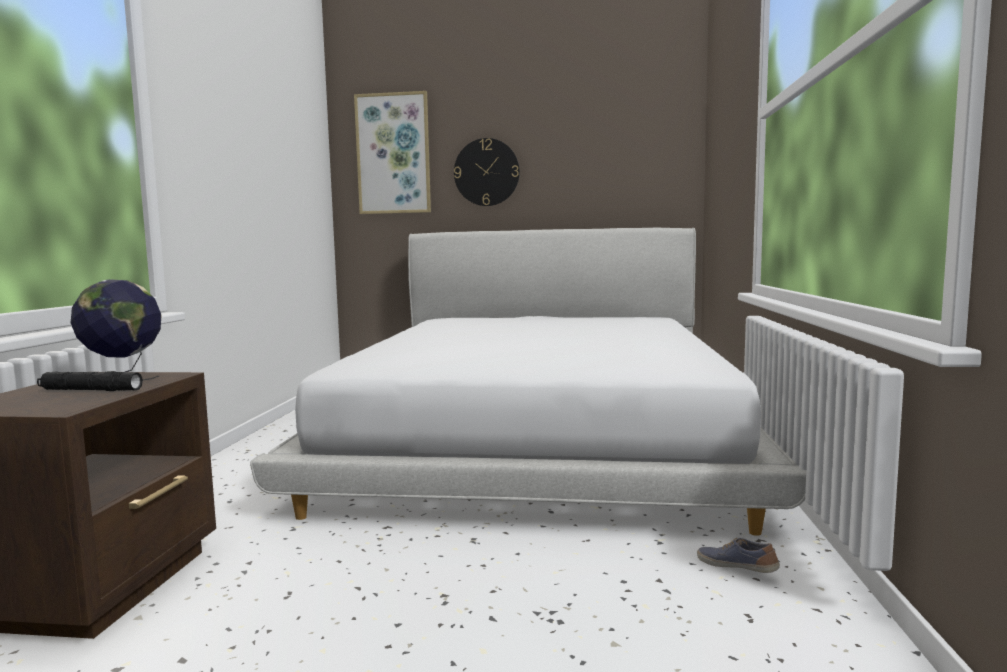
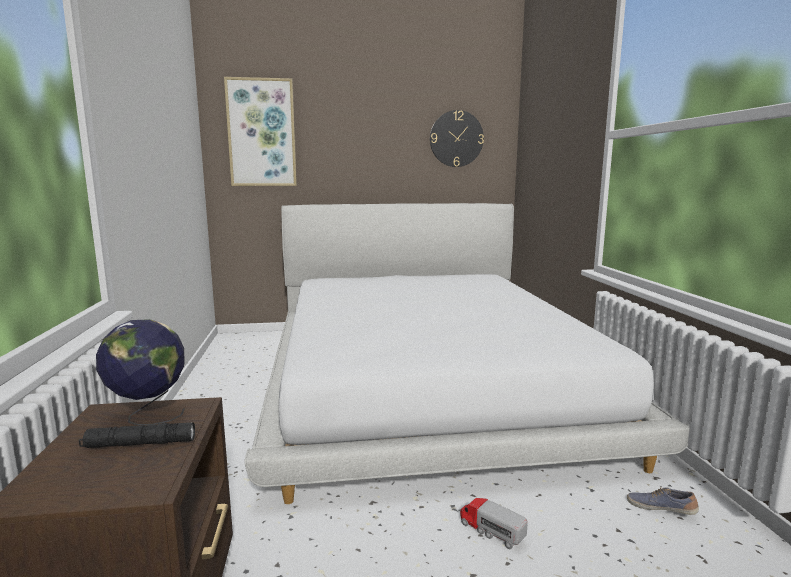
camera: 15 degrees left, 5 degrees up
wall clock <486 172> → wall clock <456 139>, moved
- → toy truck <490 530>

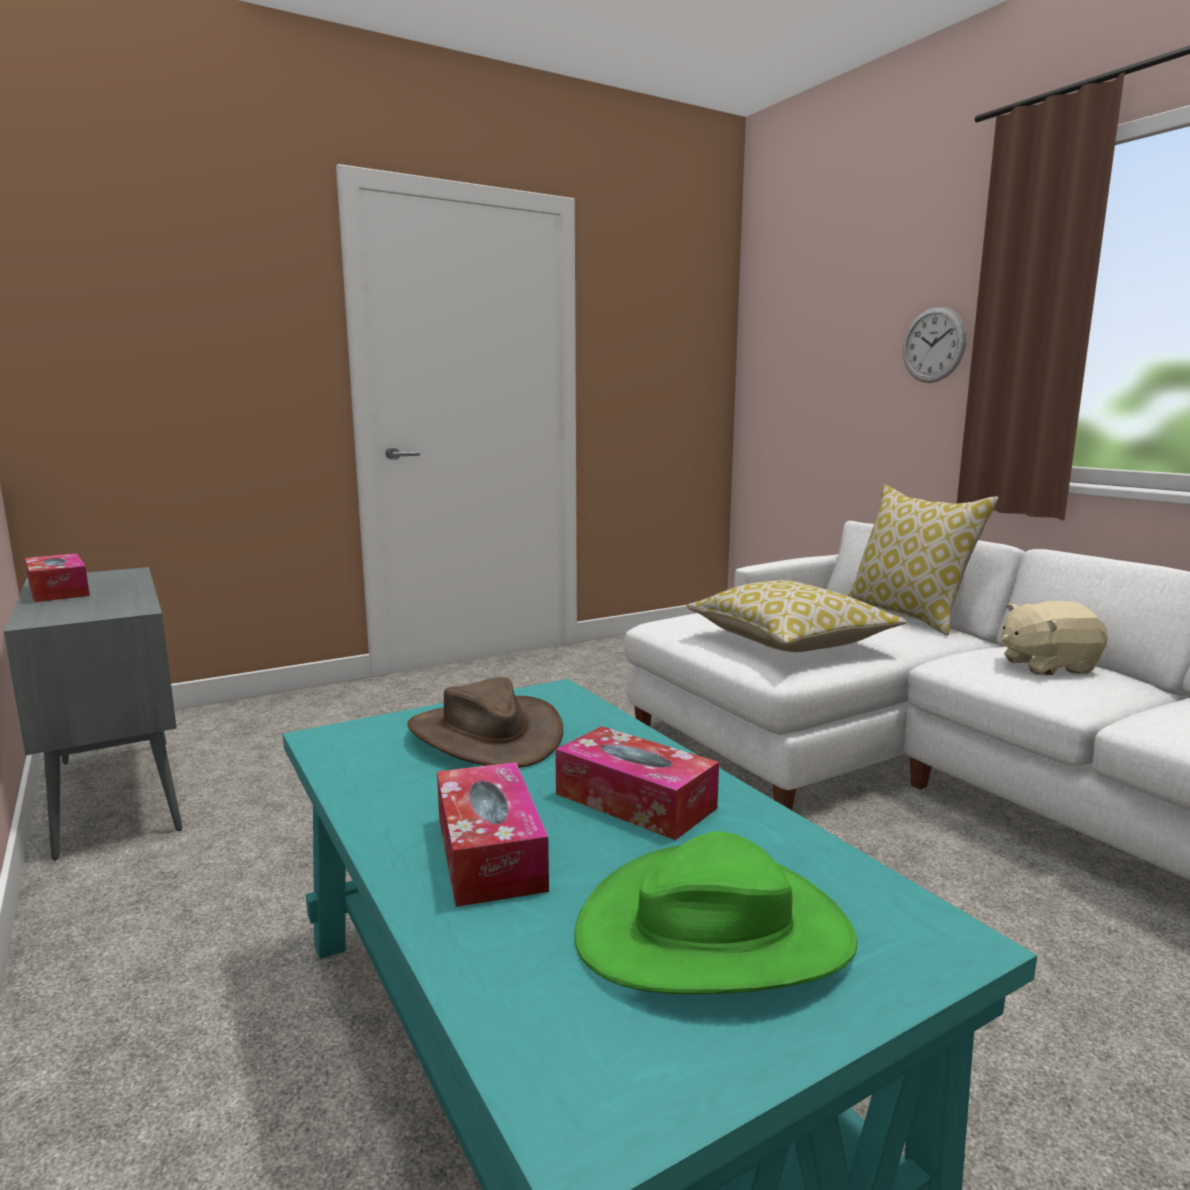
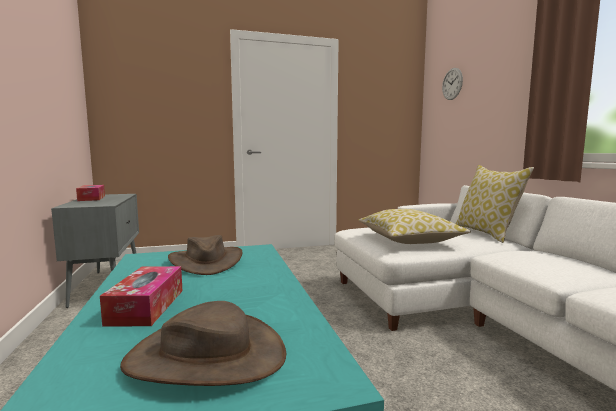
camera: 15 degrees right, 5 degrees down
tissue box <635 801> → -
green hat <714 932> → brown hat <206 356>
wall clock <933 345> → wall clock <452 84>, moved
beige plush toy <1046 666> → -

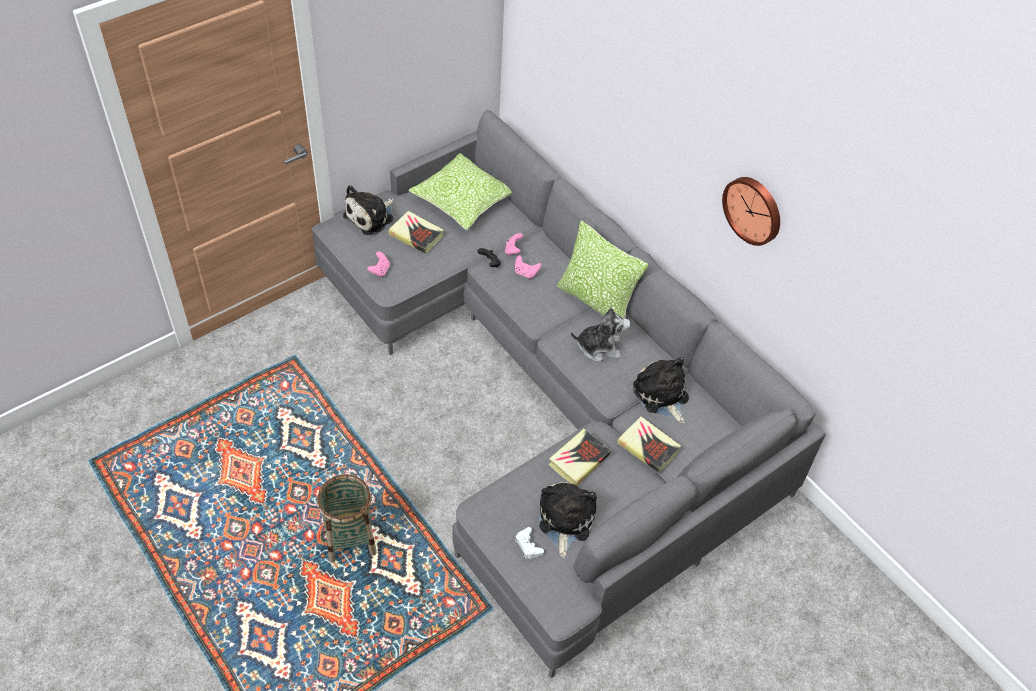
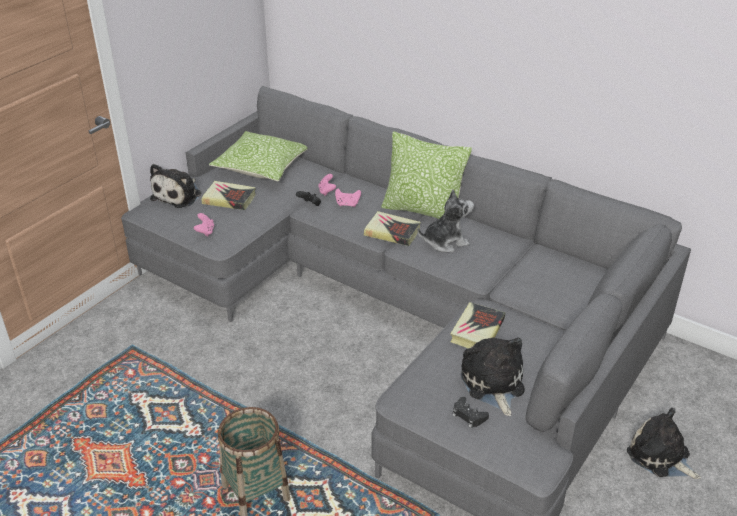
camera: 15 degrees left, 15 degrees down
white game controller <528 546> → black game controller <468 415>
book <648 447> → book <392 232>, moved
plush toy <661 396> → plush toy <660 456>, moved
wall clock <753 209> → -

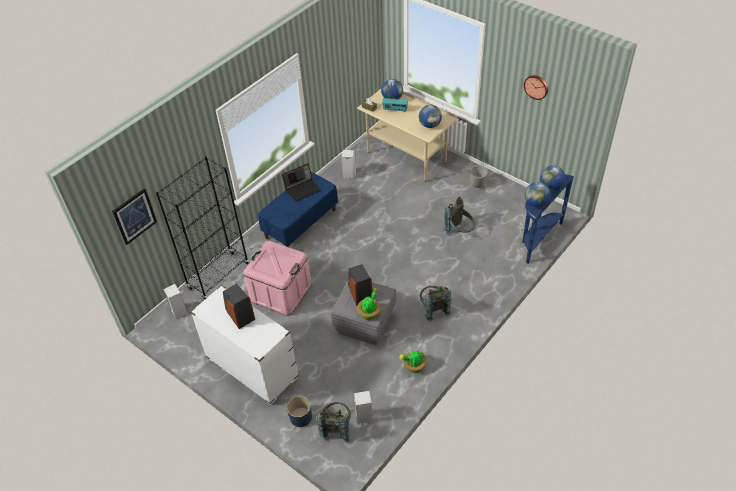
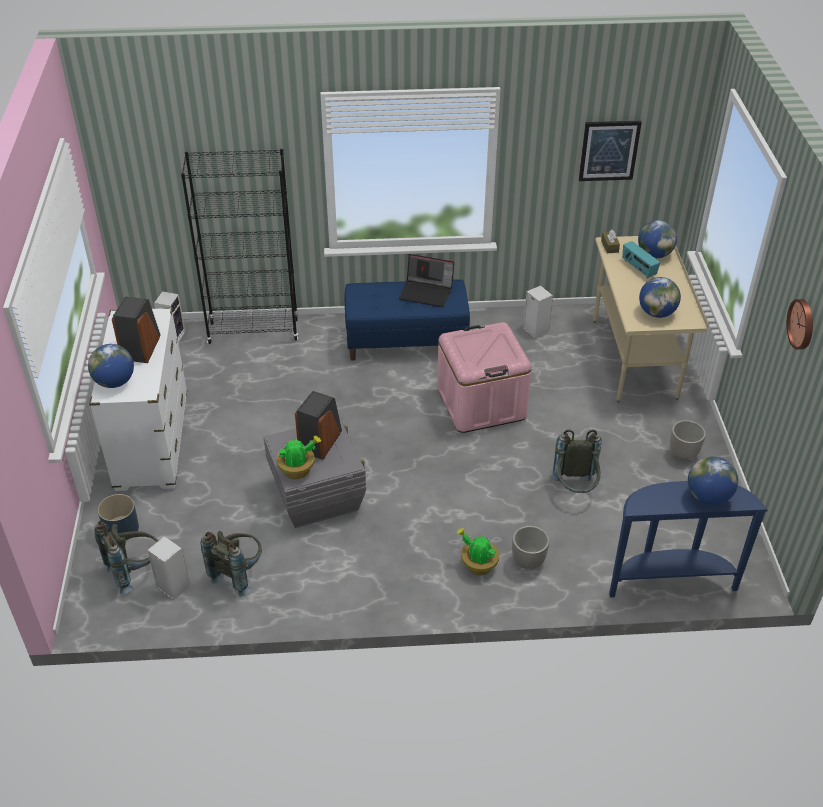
camera: 45 degrees right, 5 degrees down
picture <134 216> → picture <609 150>, moved
pink storage box <281 292> → pink storage box <481 403>, moved
potted plant <414 367> → potted plant <478 565>, moved
grey backpack <433 308> → grey backpack <238 573>, moved
globe <536 203> → globe <115 382>, moved
- → planter <528 561>

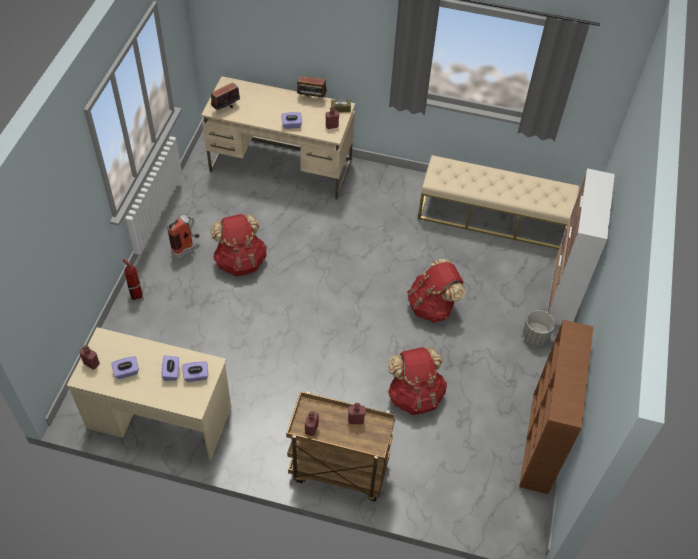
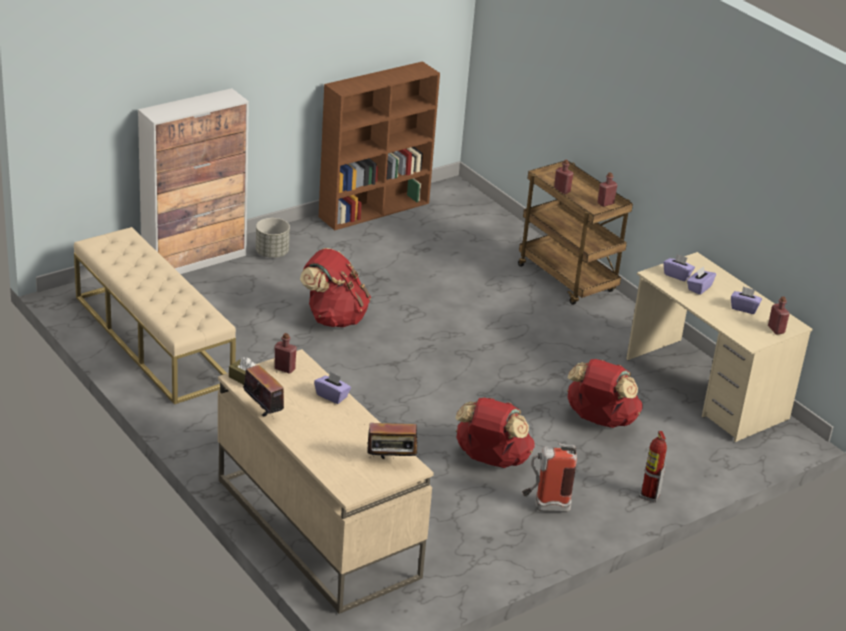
camera: 140 degrees left, 20 degrees down
red backpack <415 395> → red backpack <600 420>, moved

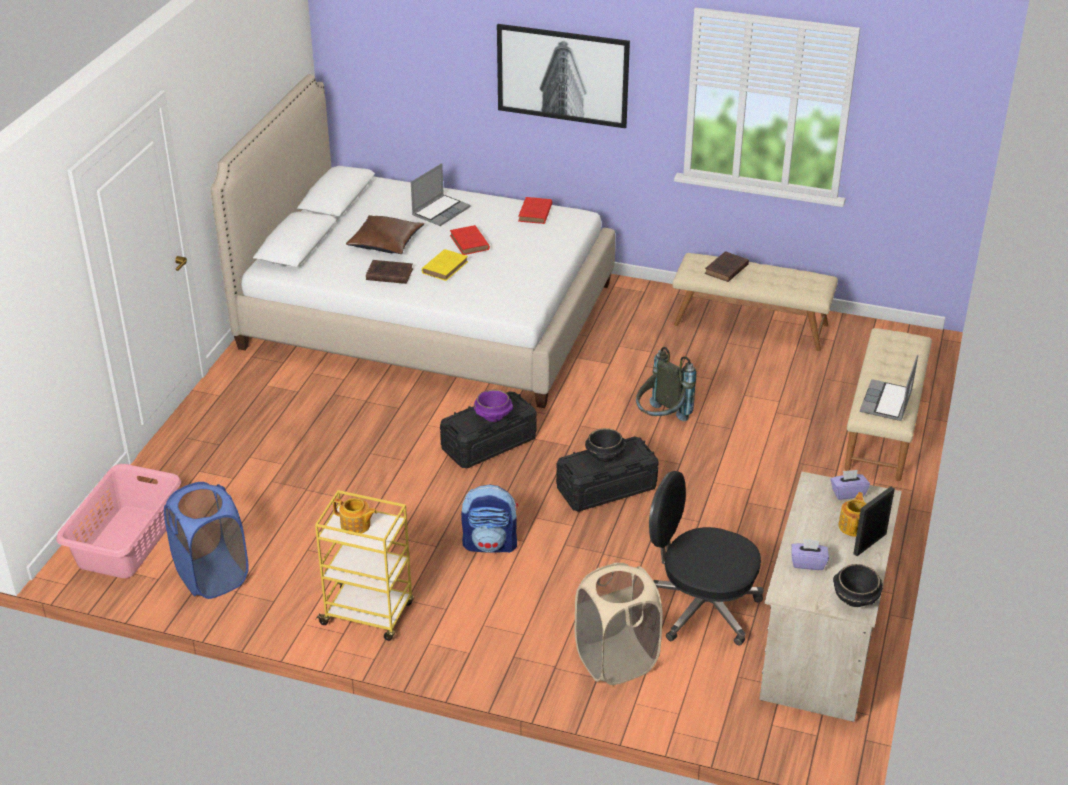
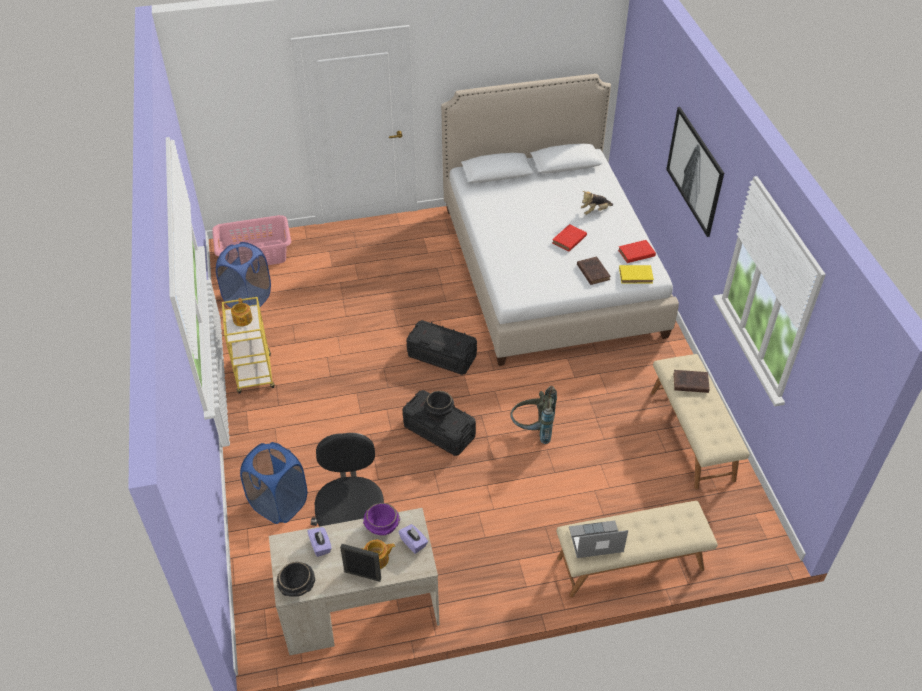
camera: 60 degrees right, 10 degrees up
brown pillow <386 242> → -
brown book <388 274> → brown book <592 272>, moved
laptop <440 211> → plush toy <595 211>
yellow book <445 267> → yellow book <636 276>, moved
backpack <490 544> → -
purple bowl <493 416> → purple bowl <382 526>, moved
beige laundry basket <616 660> → blue laundry basket <279 504>

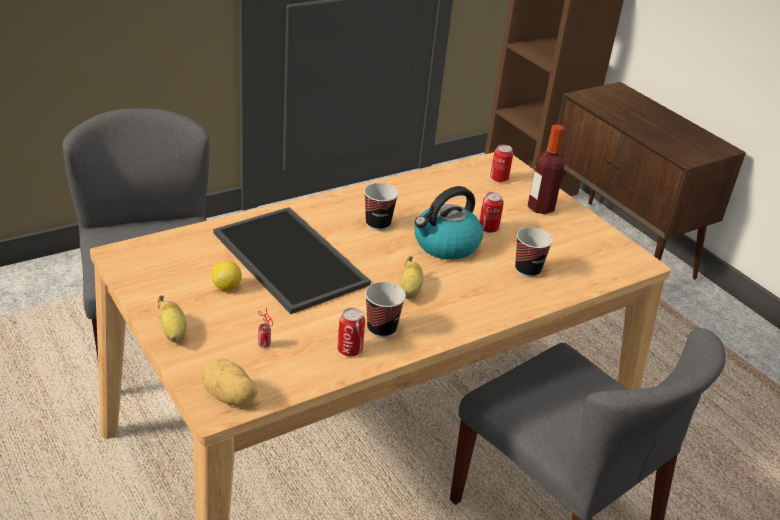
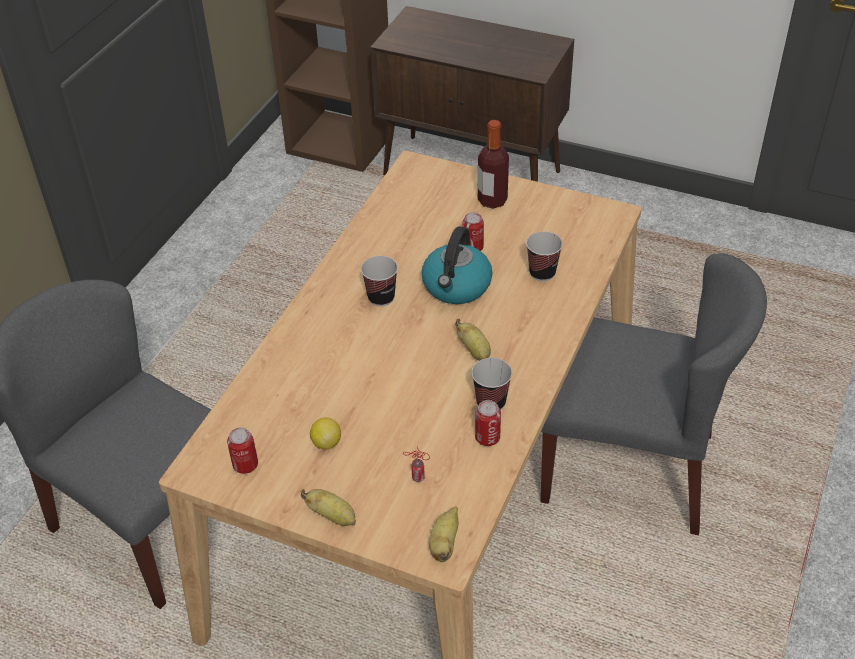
camera: 30 degrees left, 10 degrees up
potato <229 398> → banana <444 543>
tray <286 258> → -
can <499 178> → can <245 465>, moved

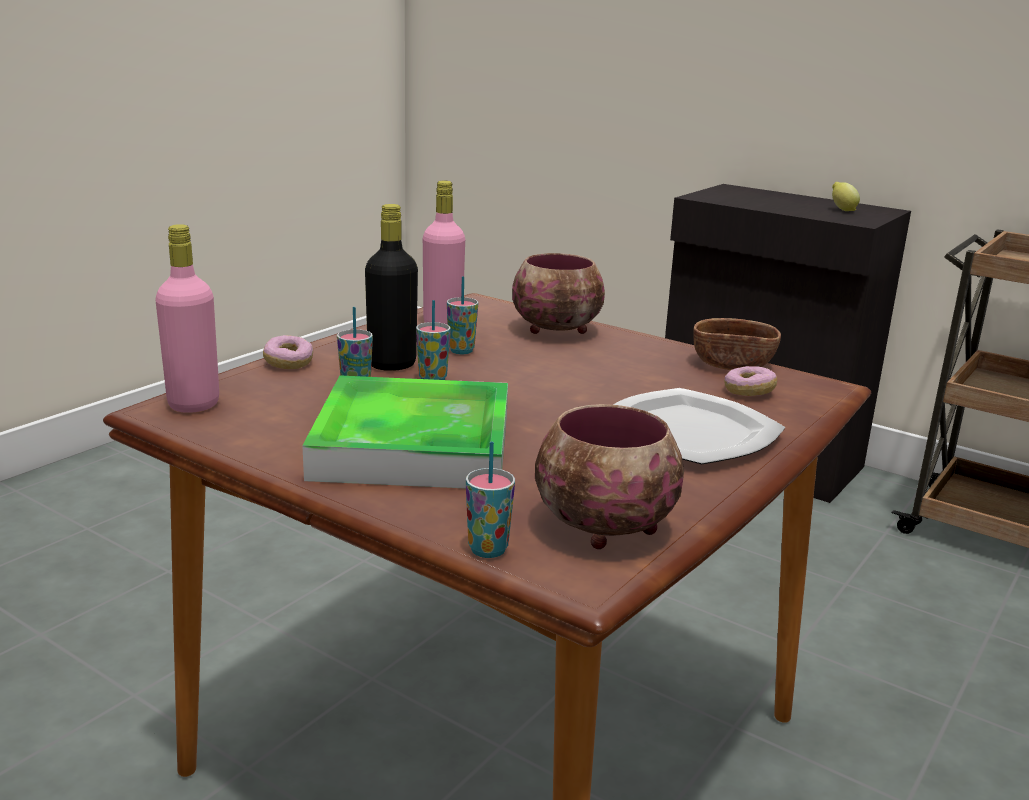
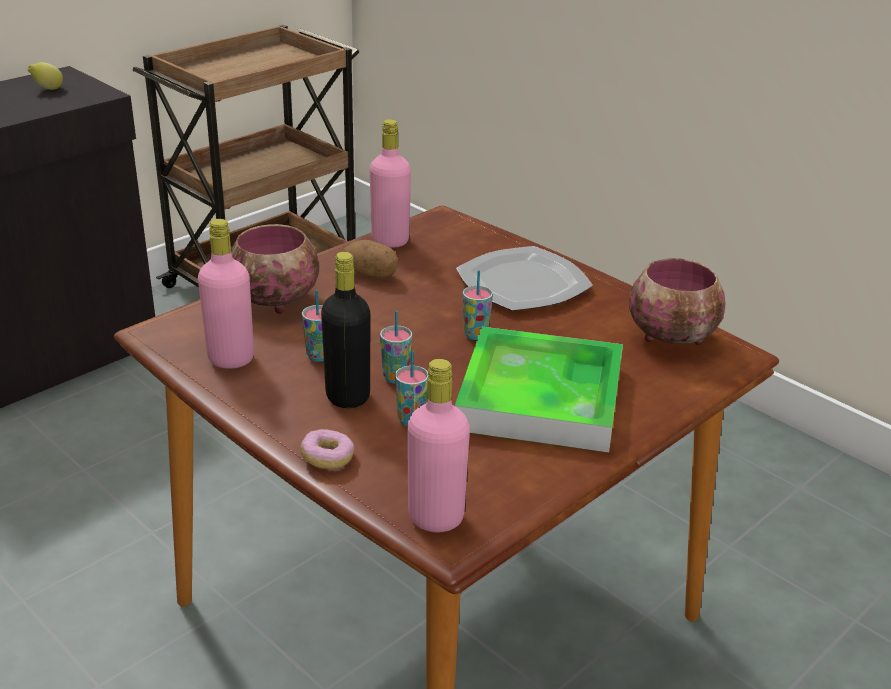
camera: 80 degrees left, 10 degrees up
cup <488 550> → cup <475 335>, moved
brown bowl <732 365> → pink bottle <390 241>
donut <749 392> → -
- → potato <371 274>

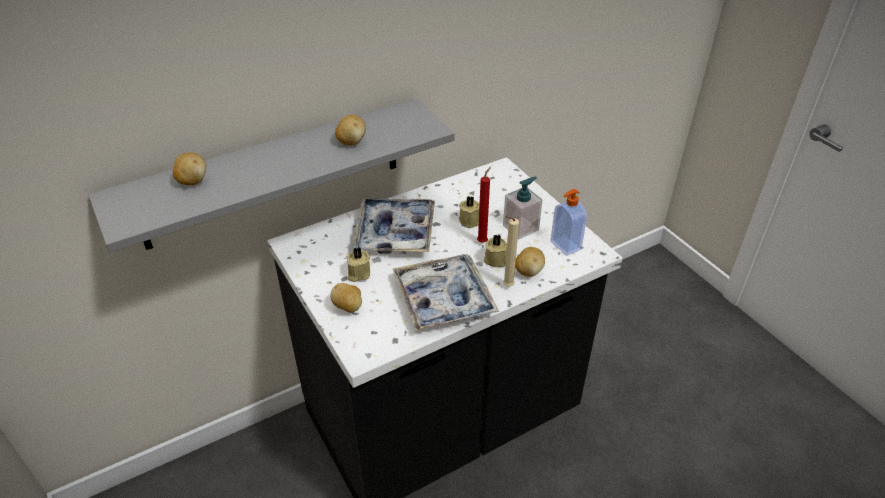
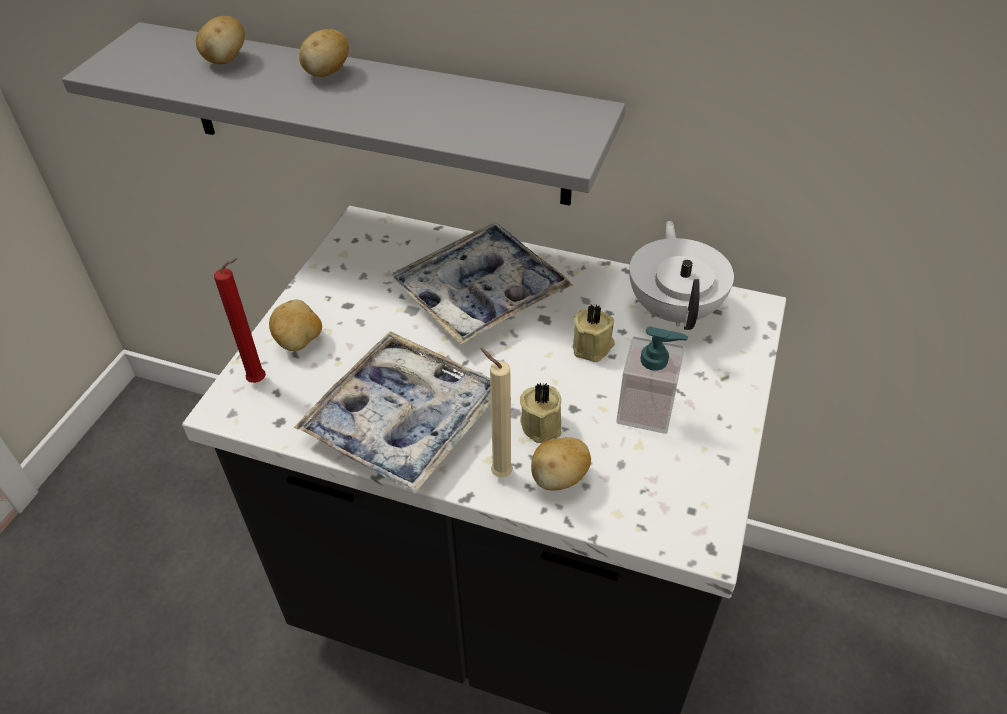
camera: 50 degrees right, 5 degrees up
potato <351 142> → potato <327 73>, moved
beige candle <358 274> → -
red candle <483 241> → red candle <261 381>, moved
soap dispenser <564 246> → -
- → white teapot <675 309>

